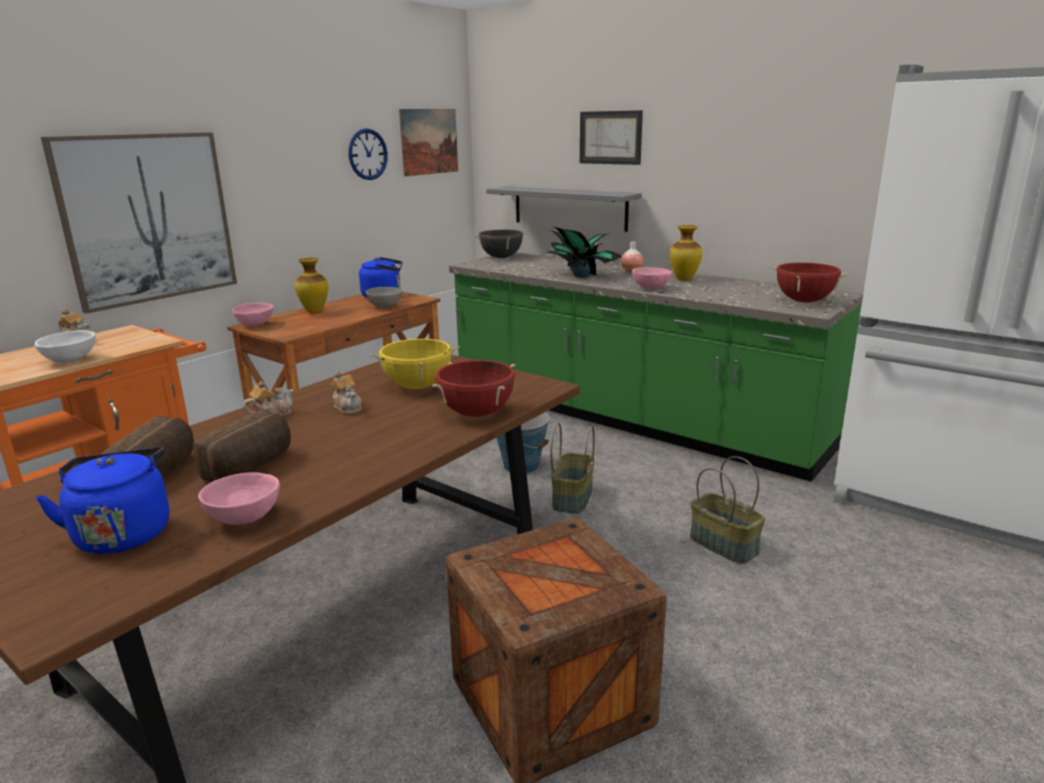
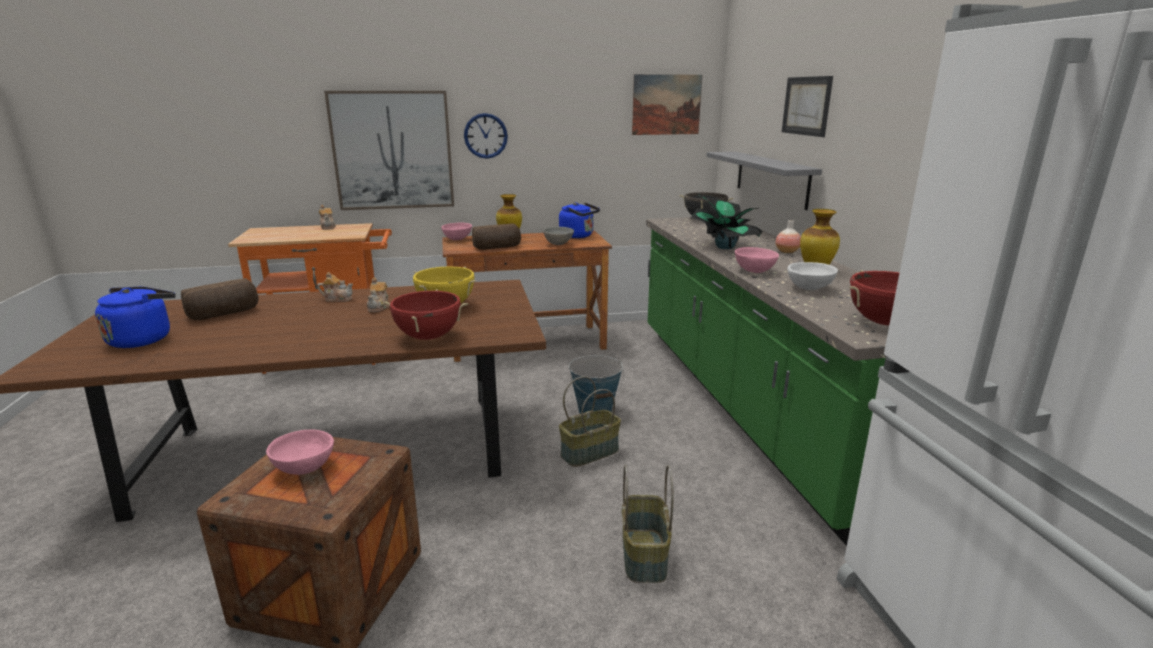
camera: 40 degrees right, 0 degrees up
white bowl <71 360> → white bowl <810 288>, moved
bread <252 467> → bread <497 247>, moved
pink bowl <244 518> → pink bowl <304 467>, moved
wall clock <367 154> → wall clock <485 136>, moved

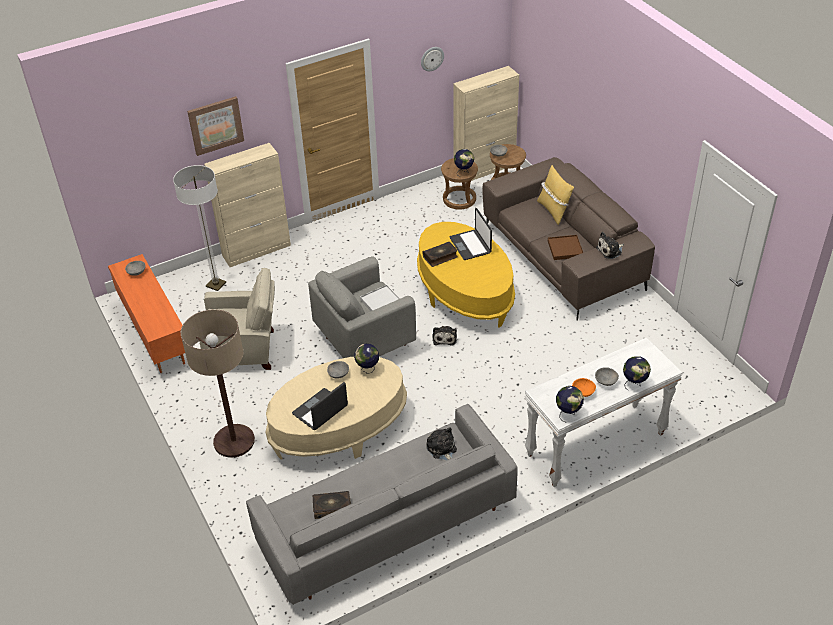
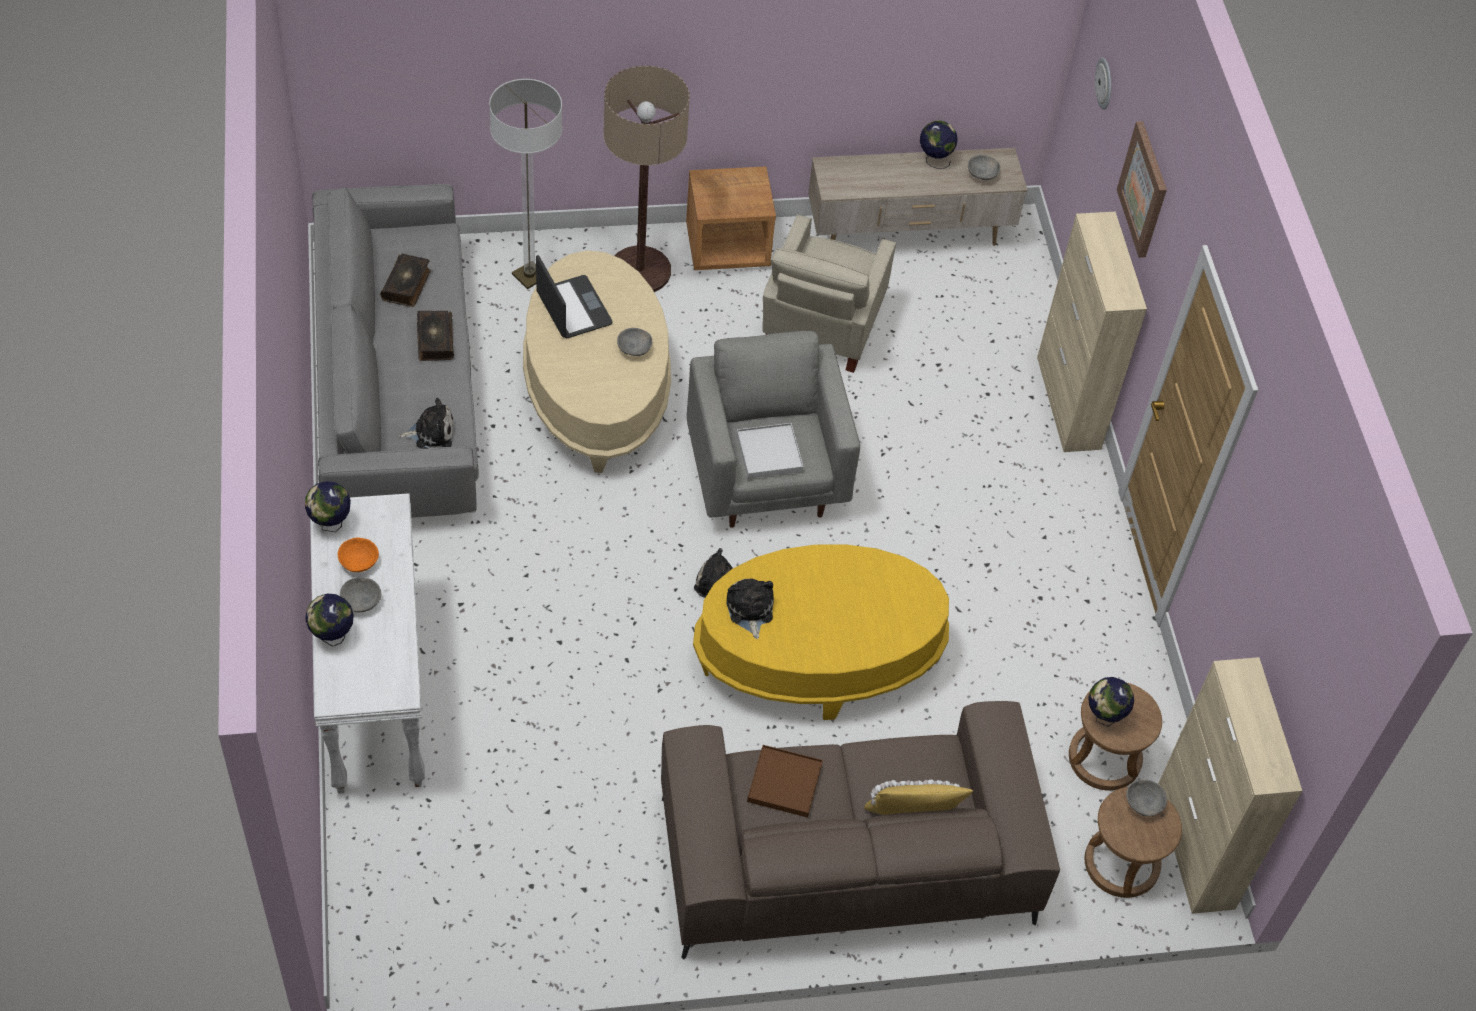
camera: 105 degrees right, 10 degrees up
orange tv stand <156 335> → beige tv stand <908 236>
floor lamp <216 284> → floor lamp <529 276>, moved
globe <367 369> → globe <934 160>, moved
wall clock <432 58> → wall clock <1105 83>, moved
book <440 257> → book <434 340>, moved
laptop <470 245> → -
plush toy <610 250> → plush toy <750 611>, moved
- → brown nightstand <728 246>

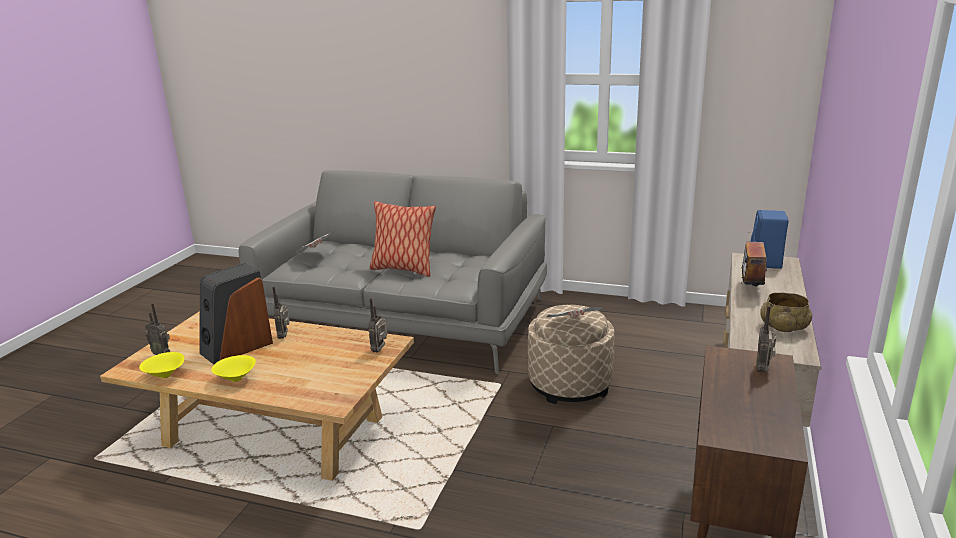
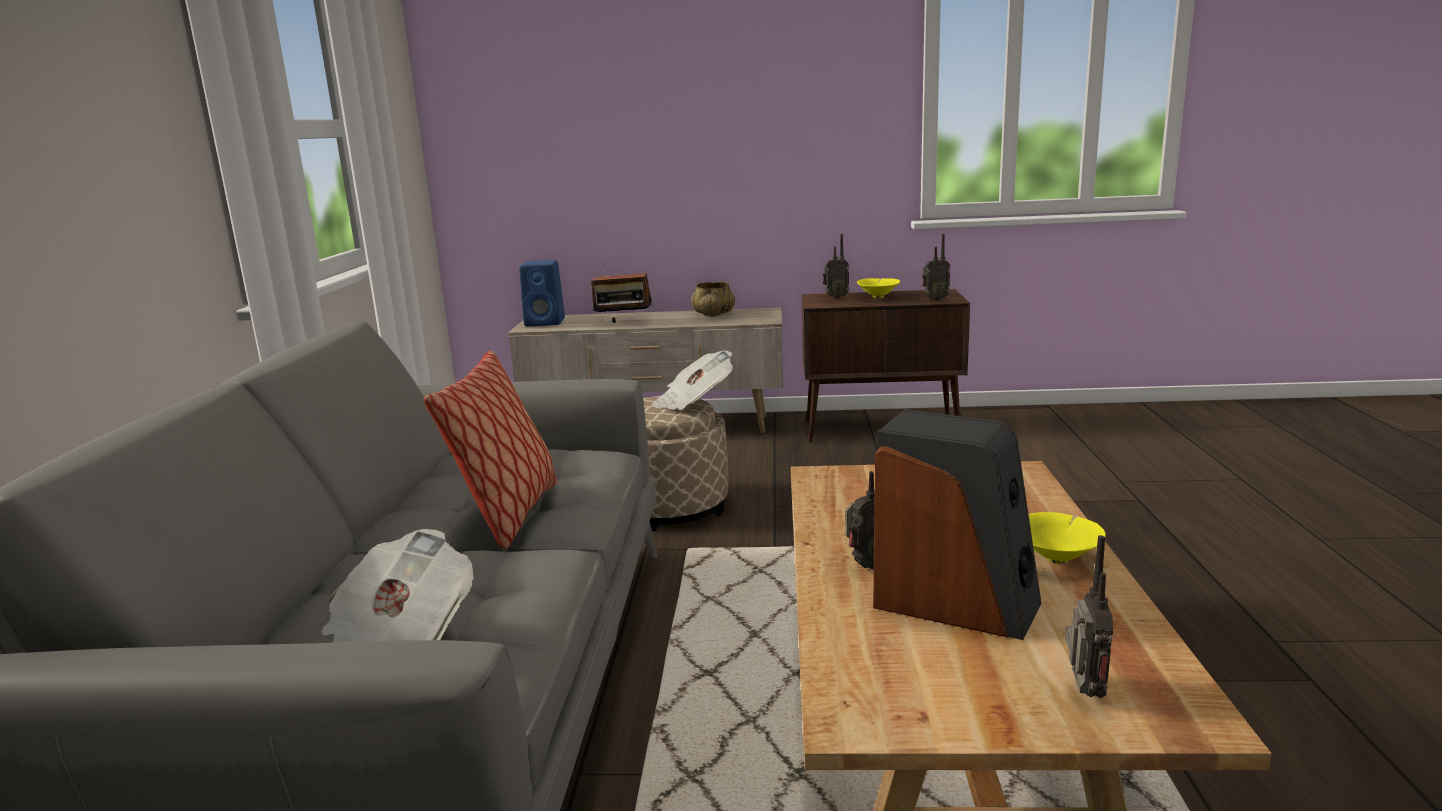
camera: 105 degrees left, 5 degrees down
yellow bowl <166 376> → yellow bowl <878 297>, moved
radio <380 350> → radio <934 299>, moved

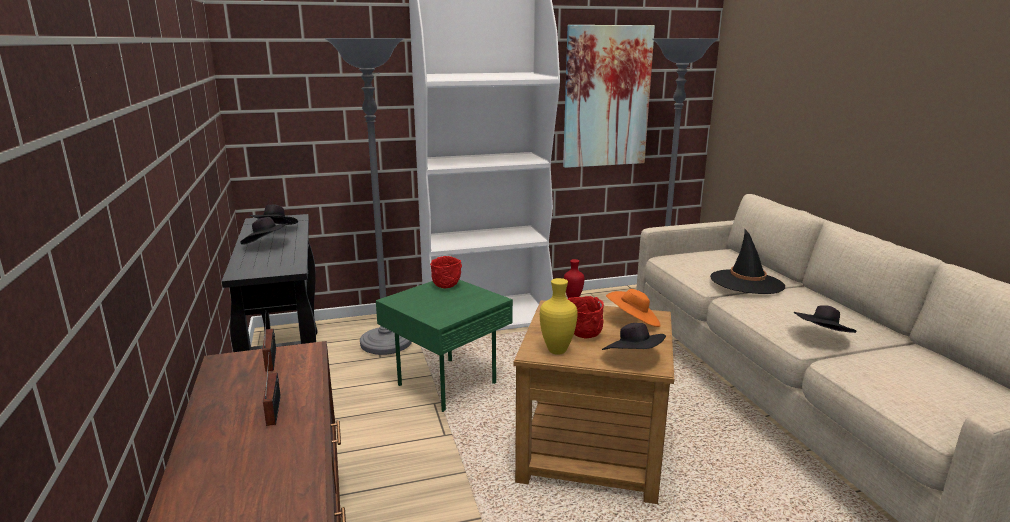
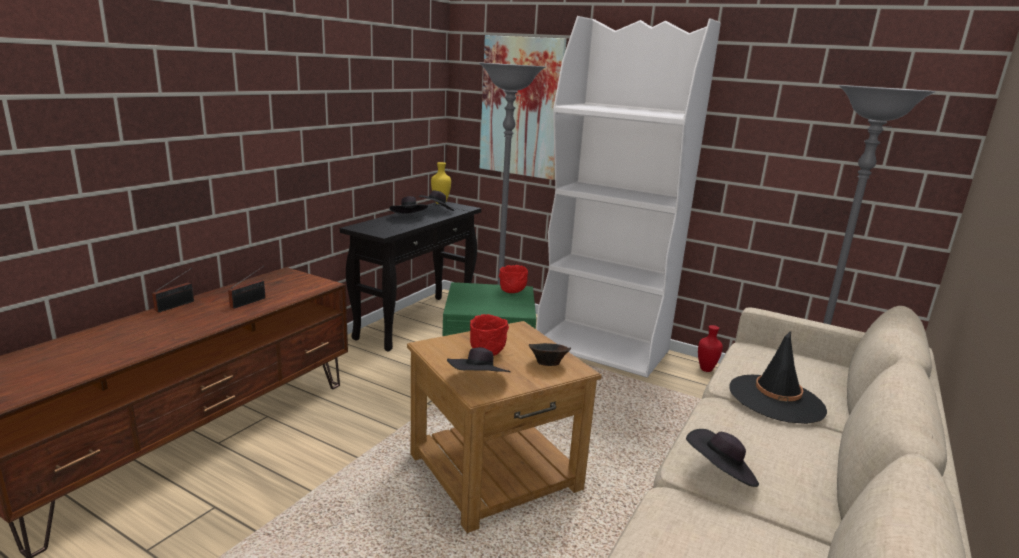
camera: 45 degrees right, 0 degrees up
radio <271 358> → radio <177 305>, moved
yellow vase <556 351> → yellow vase <440 203>, moved
picture <606 97> → picture <521 107>, moved
orange hat <633 322> → brown bowl <547 364>

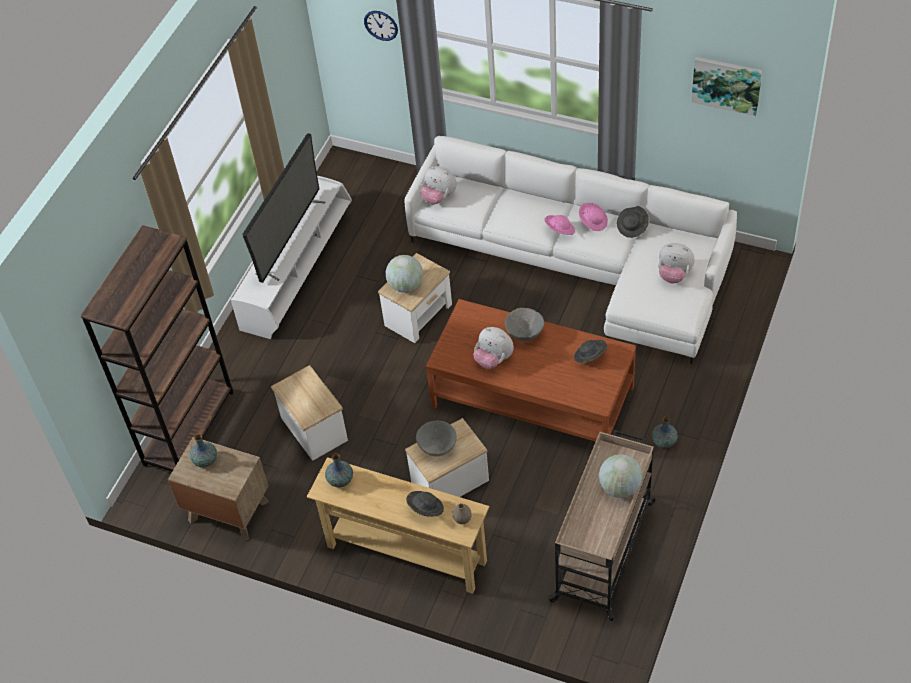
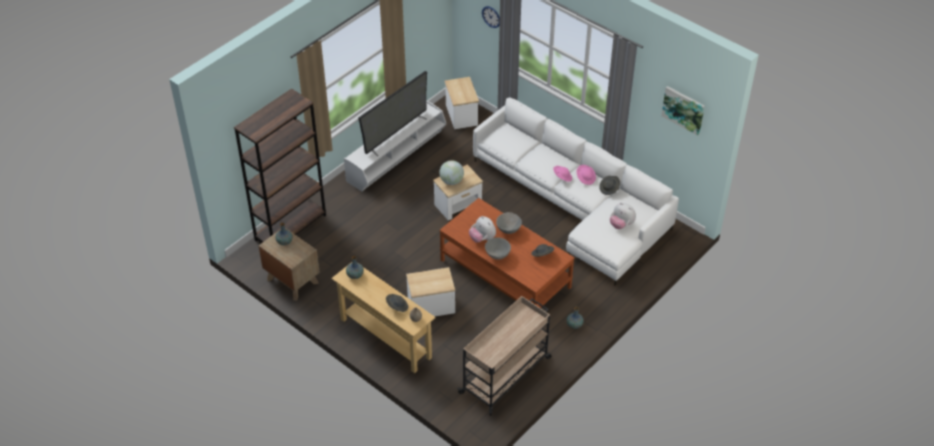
camera: 15 degrees right, 5 degrees down
side table <315 429> → side table <462 115>, moved
grey bowl <437 448> → grey bowl <497 255>, moved
plush toy <439 197> → -
globe <620 487> → -

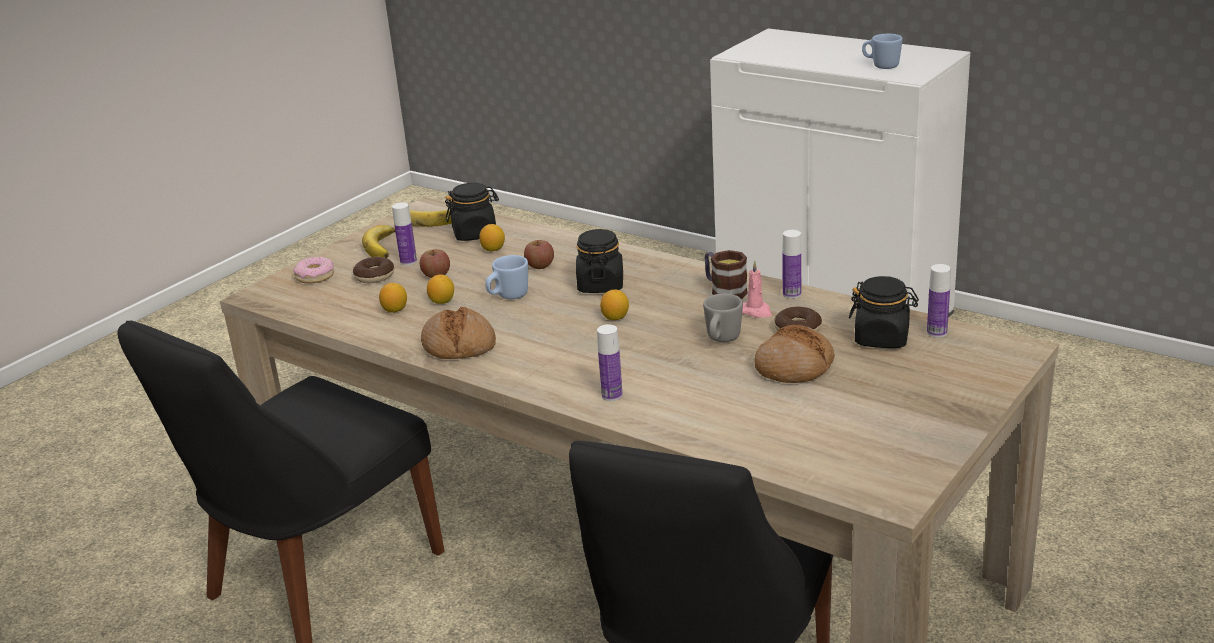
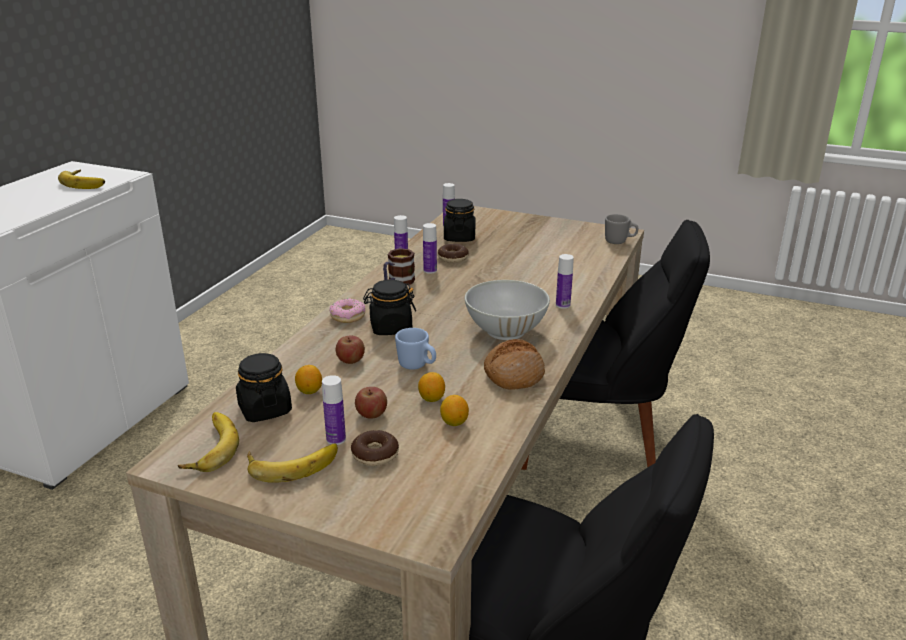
camera: 105 degrees left, 0 degrees up
donut <314 276> → donut <348 316>, moved
lemon <615 318> → -
grey mug <721 339> → grey mug <619 242>, moved
pink candle <756 312> → bottle <430 270>
bread <794 367> → -
blue mug <881 66> → banana <86 182>
- → white bowl <505 330>

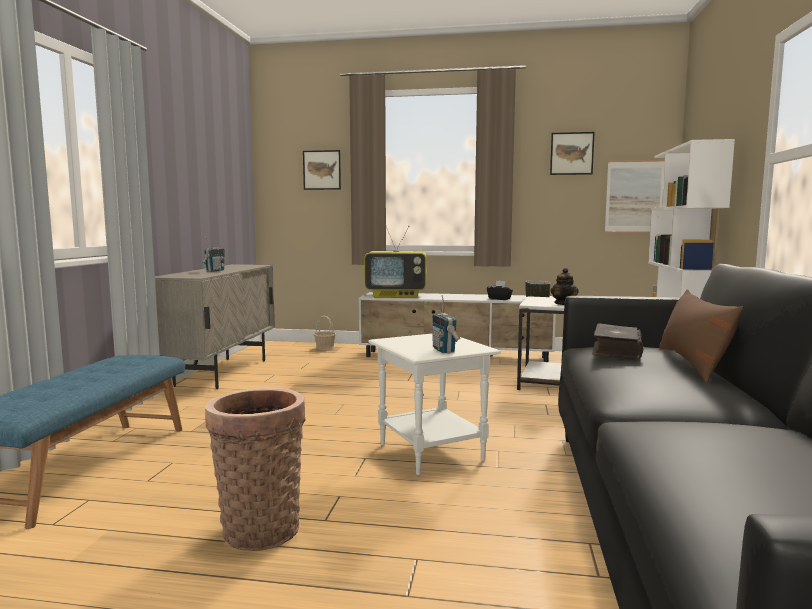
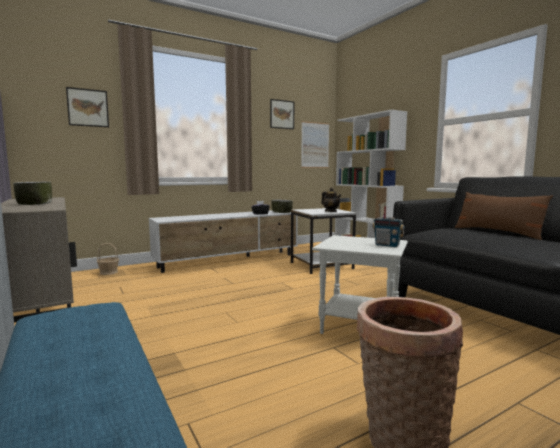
camera: 40 degrees left, 0 degrees up
radio <215 271> → bowl <34 203>
television <397 295> → -
book <615 351> → -

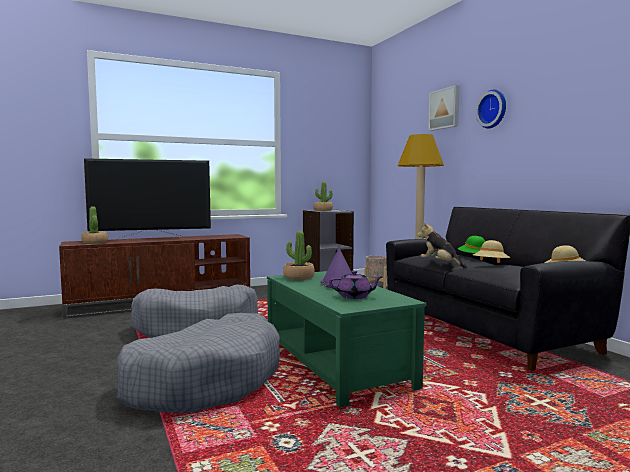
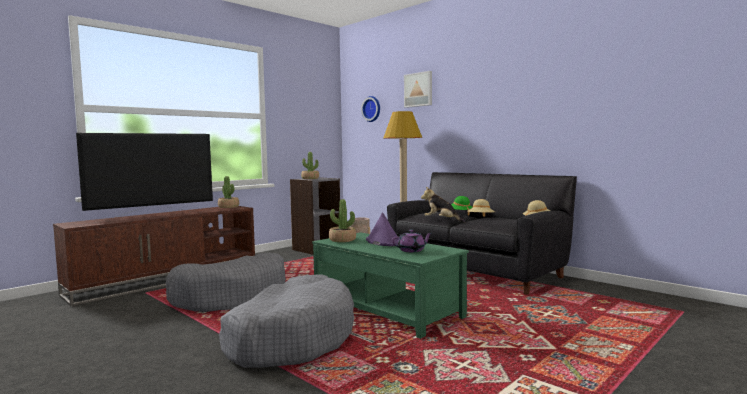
camera: 20 degrees left, 0 degrees up
potted plant <95 242> → potted plant <228 207>, moved
wall clock <493 109> → wall clock <372 109>, moved

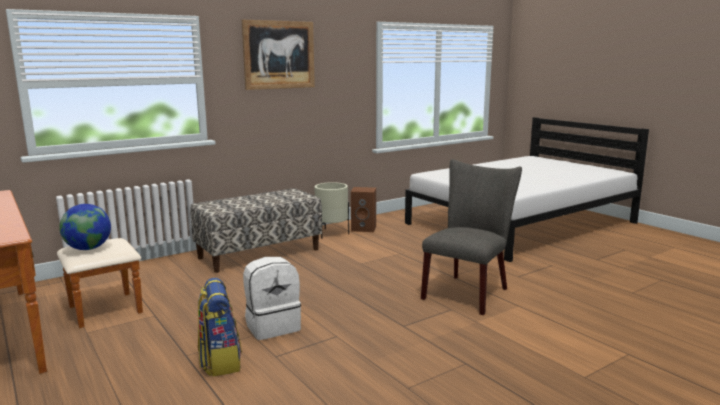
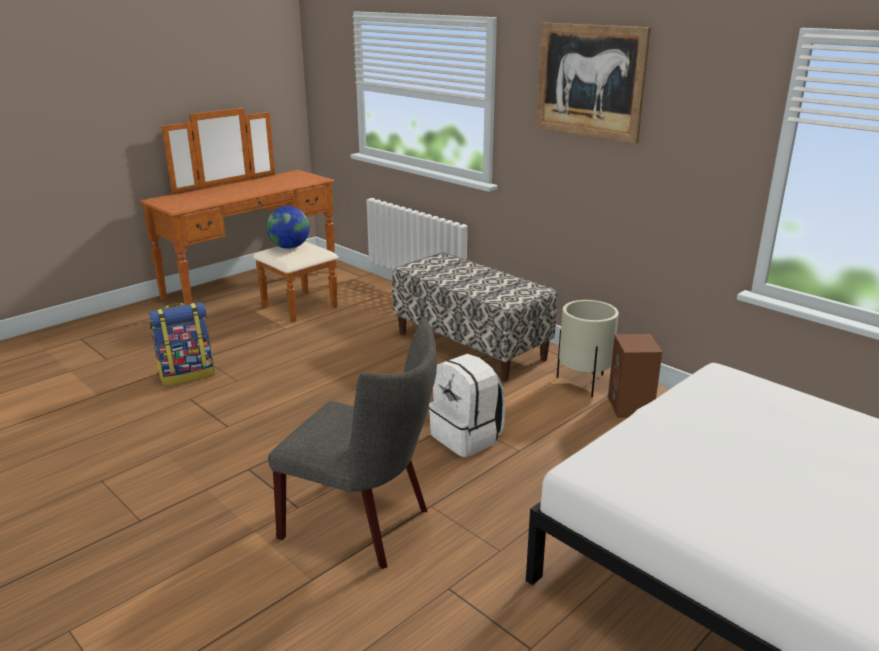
camera: 80 degrees right, 10 degrees up
white backpack <273 326> → white backpack <467 437>, moved

